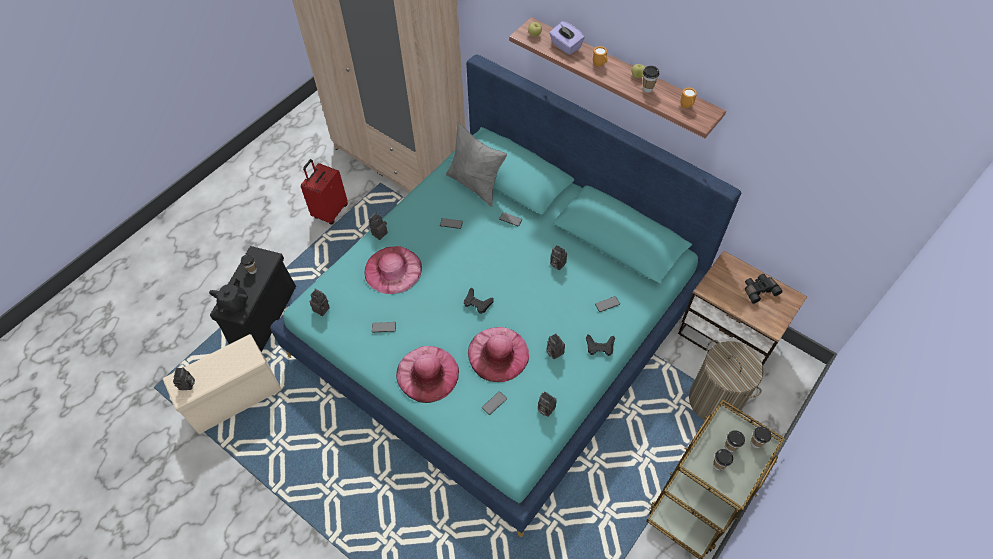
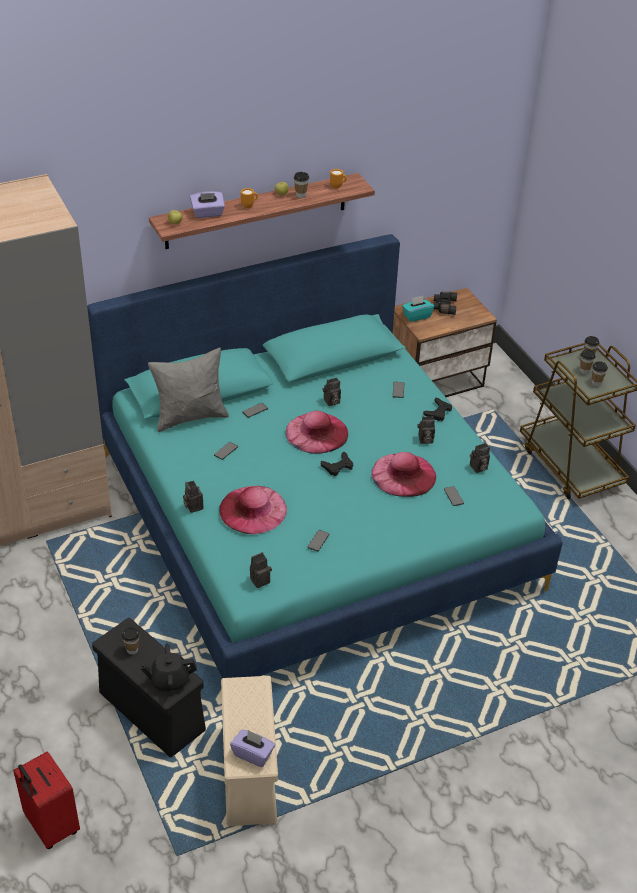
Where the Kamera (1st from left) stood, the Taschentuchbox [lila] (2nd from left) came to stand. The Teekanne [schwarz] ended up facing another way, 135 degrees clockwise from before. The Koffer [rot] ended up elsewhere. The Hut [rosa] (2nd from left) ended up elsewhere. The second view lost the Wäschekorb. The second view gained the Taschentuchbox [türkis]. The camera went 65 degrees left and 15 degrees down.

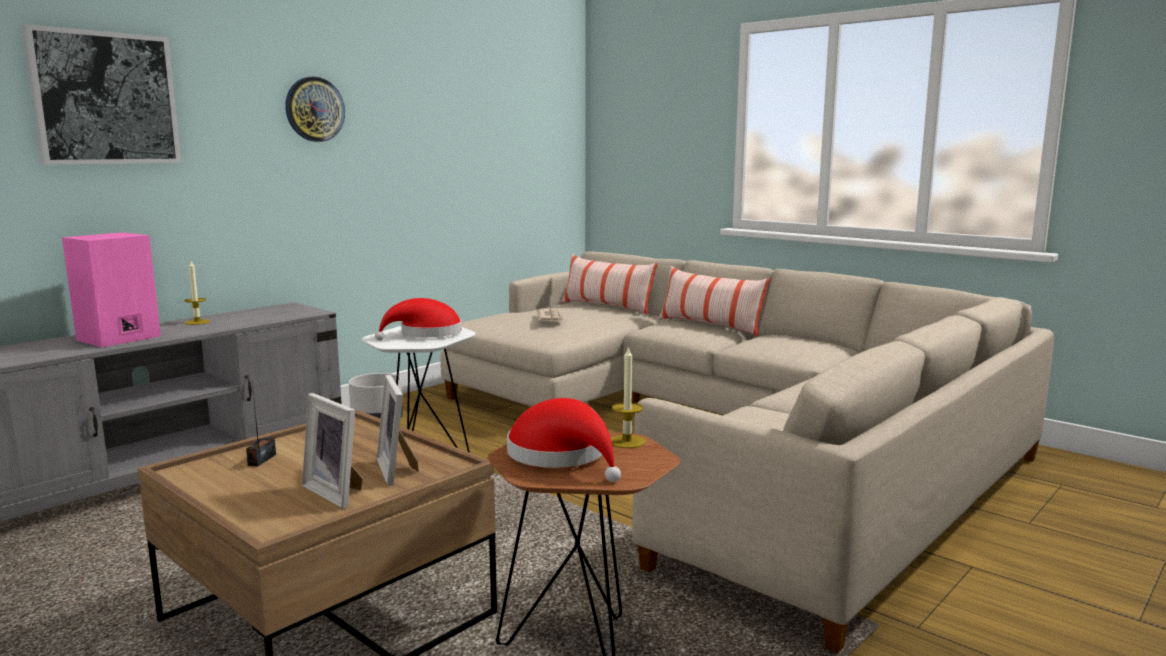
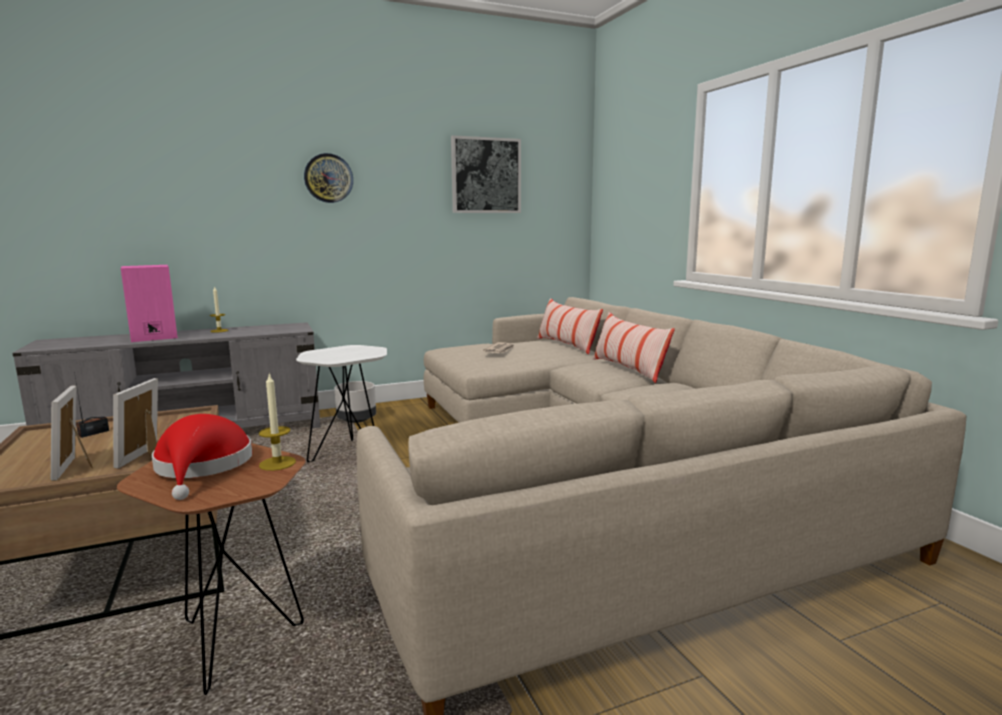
The Bild ended up elsewhere. The second view lost the Hut [rot] (1st from left). The camera went 25 degrees right and 0 degrees up.

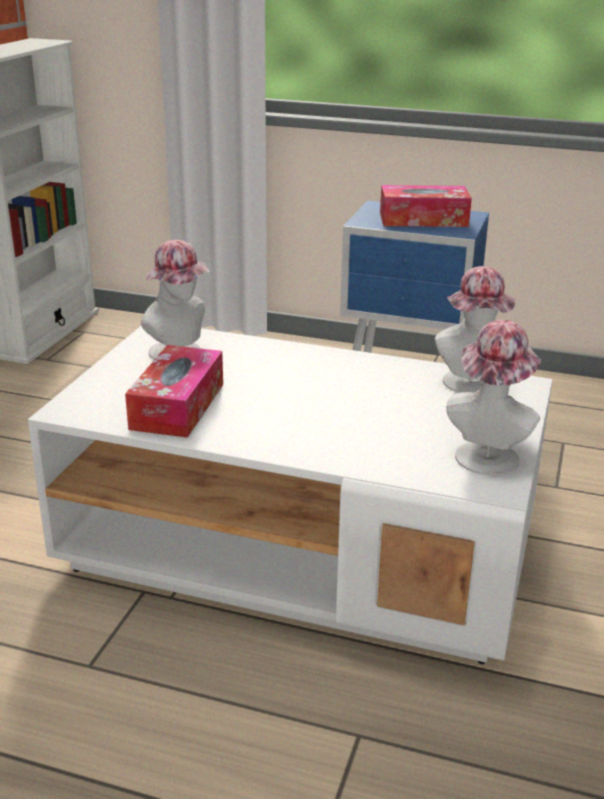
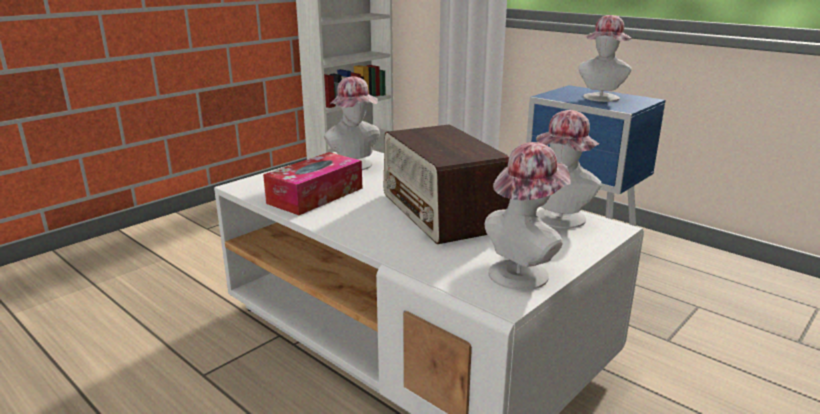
Where the Taschentuchbox (2nd from left) stood, the Hut (4th from left) came to stand. The second view gained the Radio. The camera went 25 degrees right and 5 degrees down.

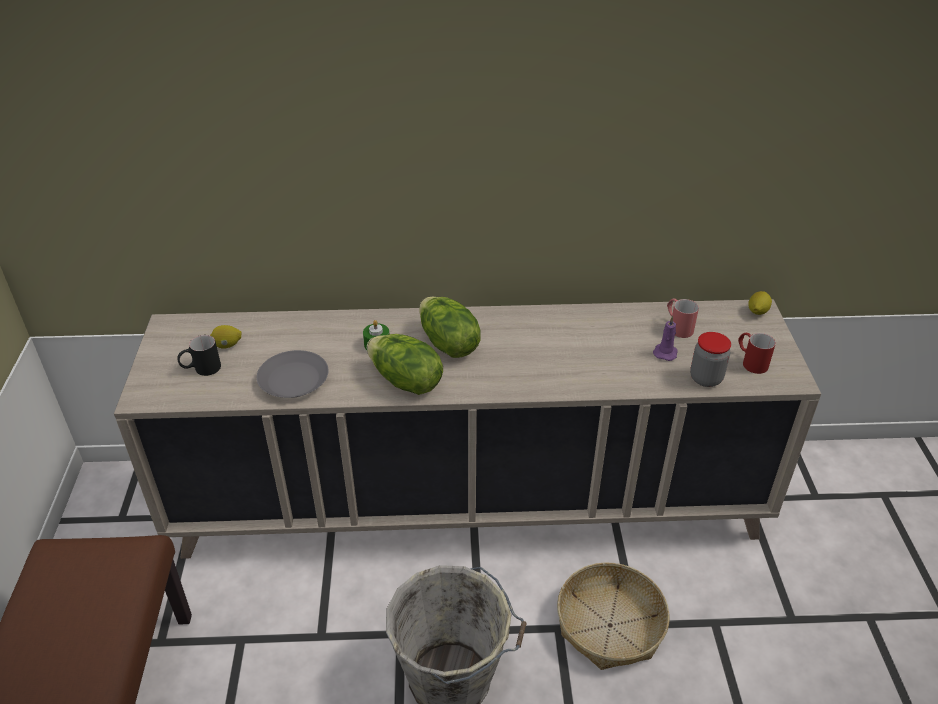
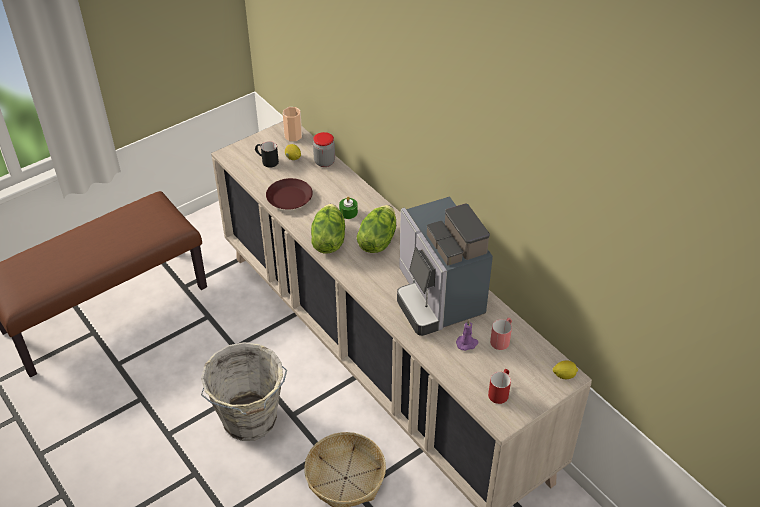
What was the Teller [grau] turned into the Teller [braun]. The Vorratsglas ended up elsewhere. The second view gained the Tasse. The second view gained the Kaffeemaschine. The camera went 55 degrees right and 5 degrees up.

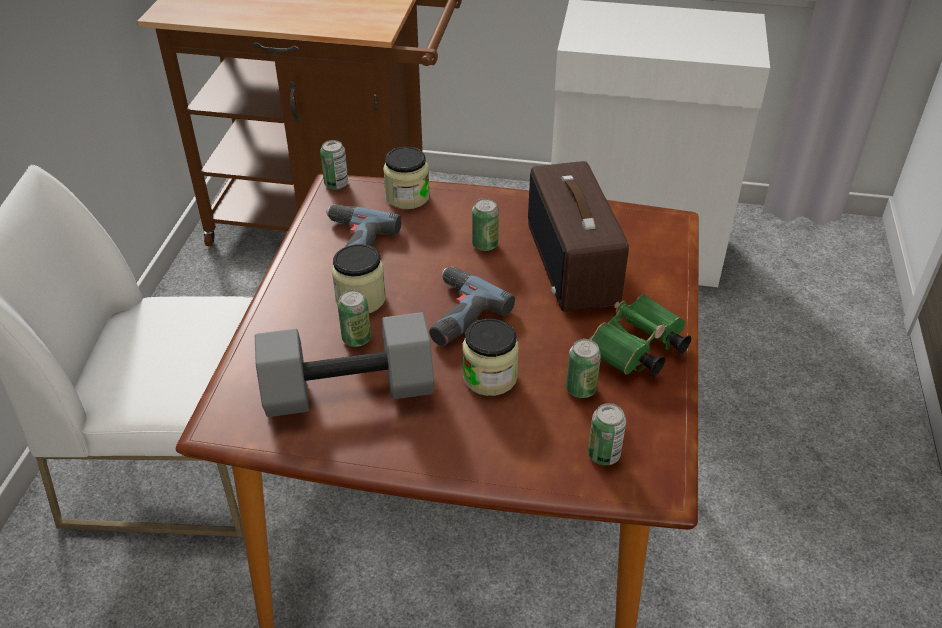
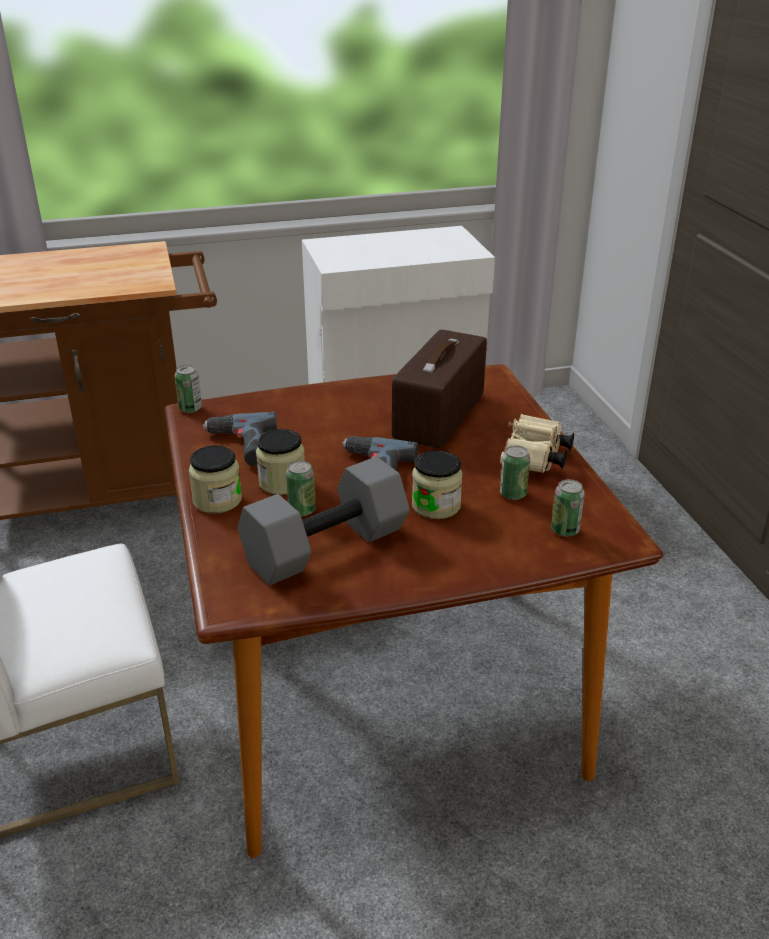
The Vorratsglas (2nd from left in the first image) ended up elsewhere. The second view lost the Dose (3rd from left). The Radio ended up facing another way, 60 degrees clockwise from before. What was the Fernglas [grün] turned into the Fernglas [beige]. The camera went 25 degrees left and 10 degrees down.

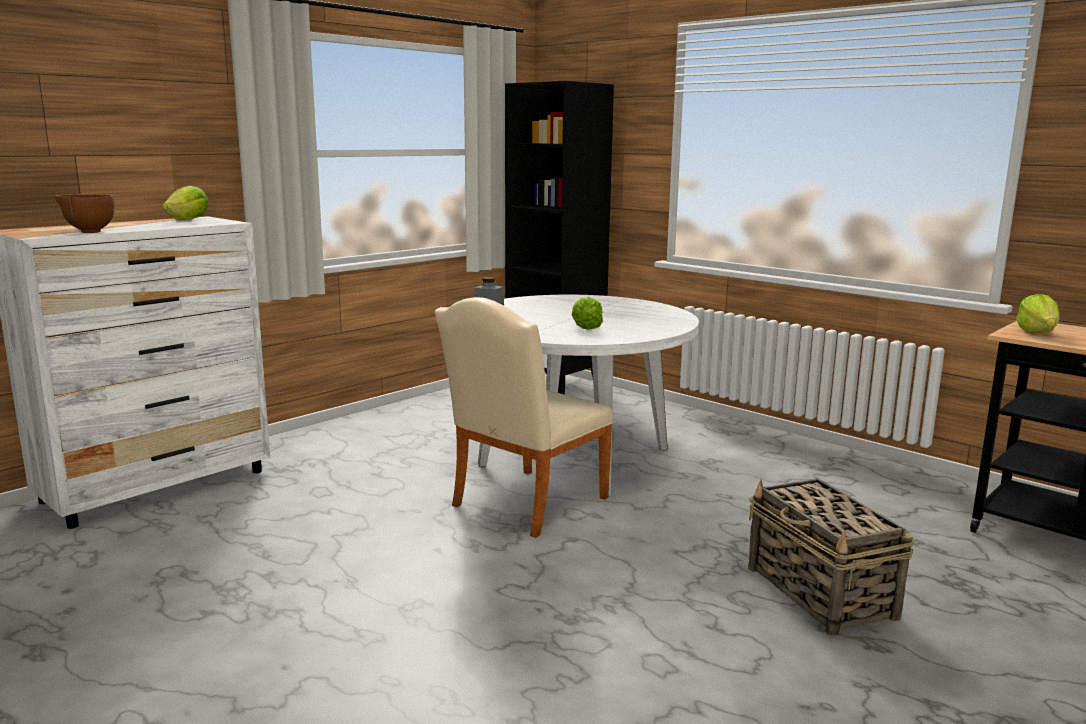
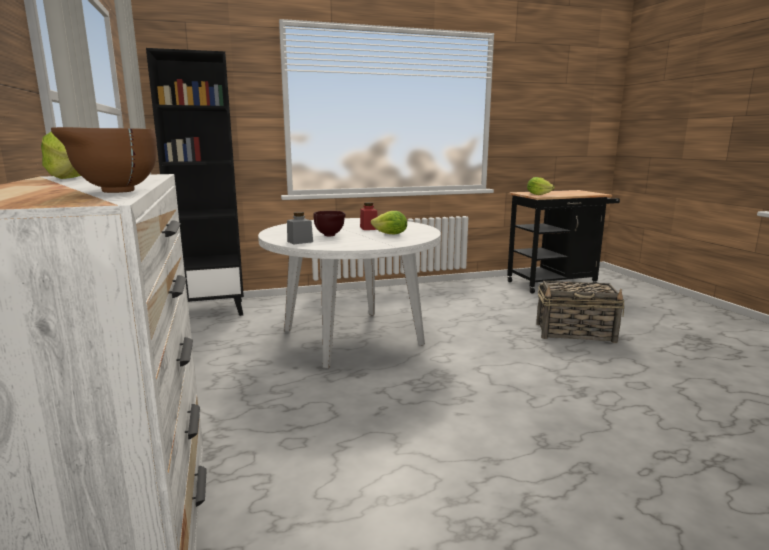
The second view lost the Stuhl [beige]. The second view gained the Schüssel [braun] (2nd from left). The second view gained the Vorratsglas [rot]. The camera went 60 degrees left and 0 degrees up.

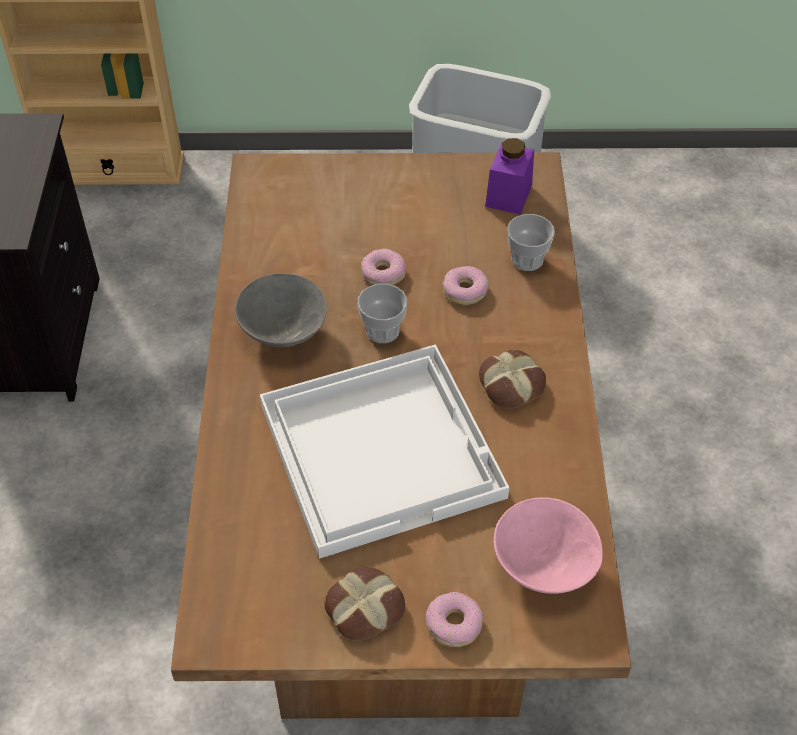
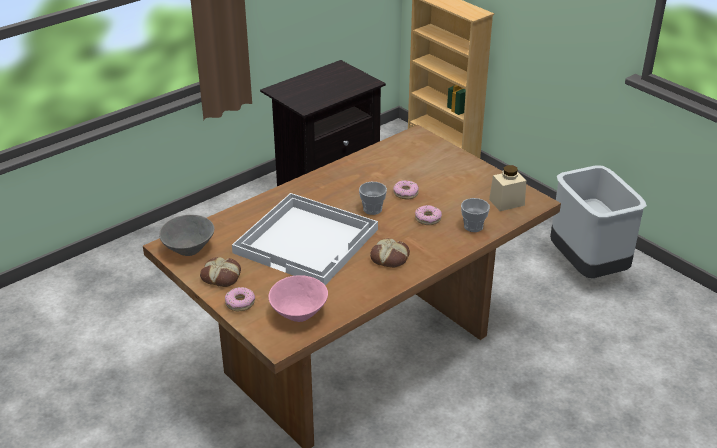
The Schüssel [grau] ended up elsewhere. What was the Vorratsglas [lila] turned into the Vorratsglas [beige]. The camera went 50 degrees right and 15 degrees down.

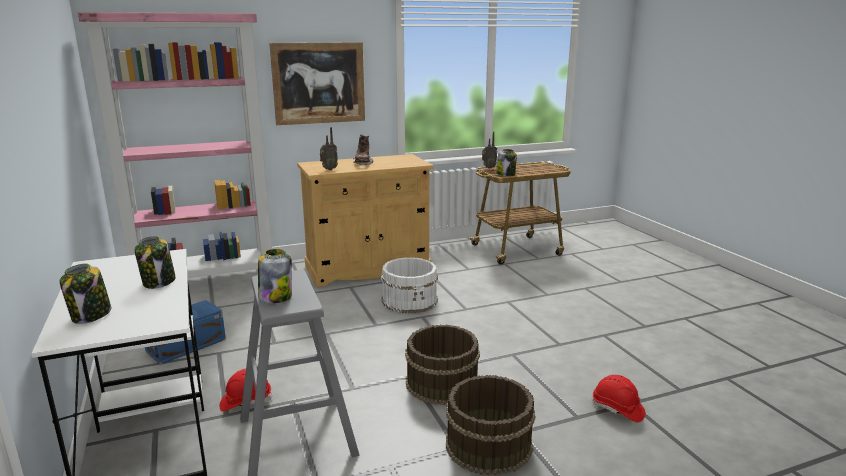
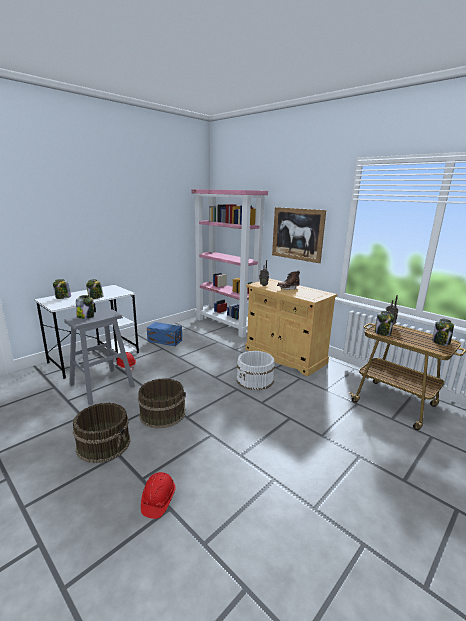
The second view gained the Vorratsglas (5th from left). The camera went 65 degrees right and 0 degrees up.

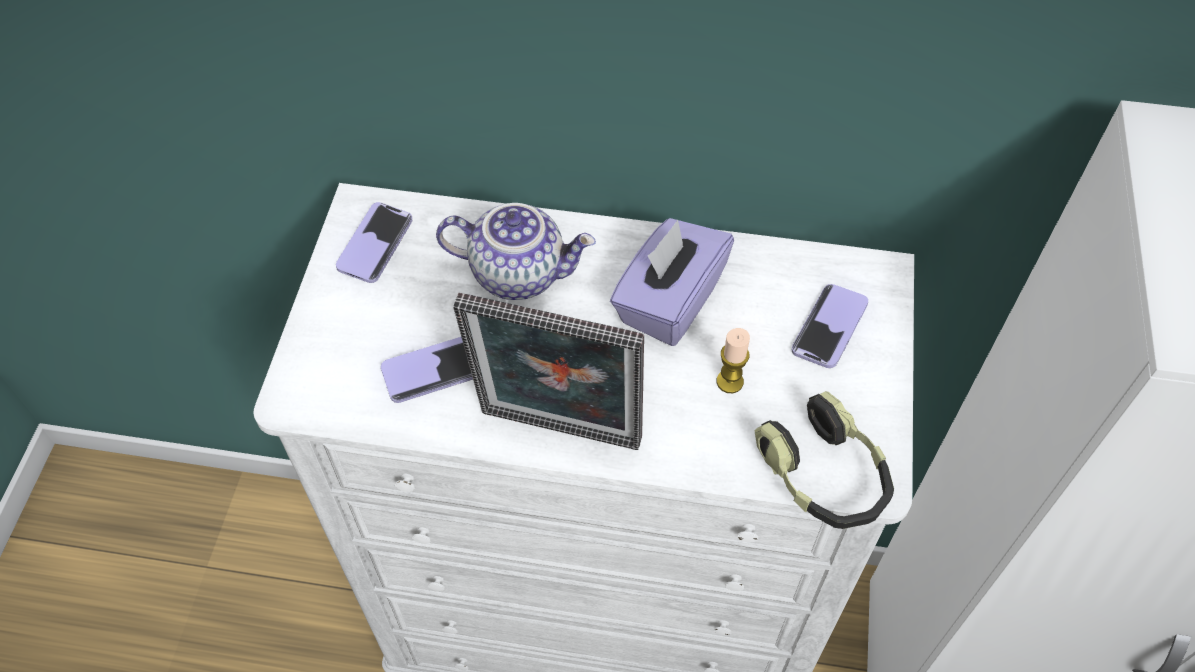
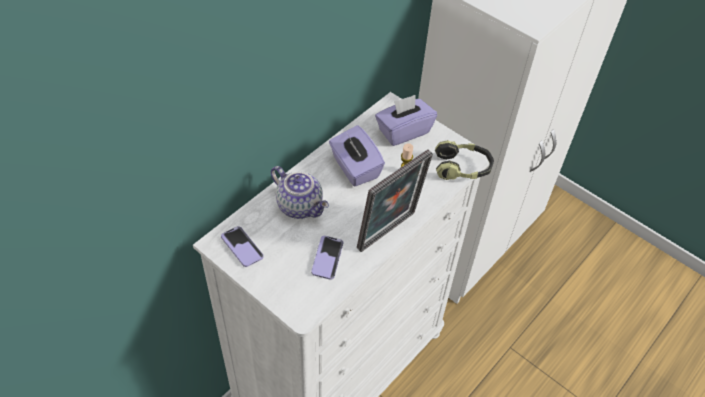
The Teekanne ended up facing another way, 90 degrees clockwise from before. Where the Handy (3rd from left) stood, the Taschentuchbox [lila] (2nd from left) came to stand. The camera went 60 degrees left and 5 degrees down.

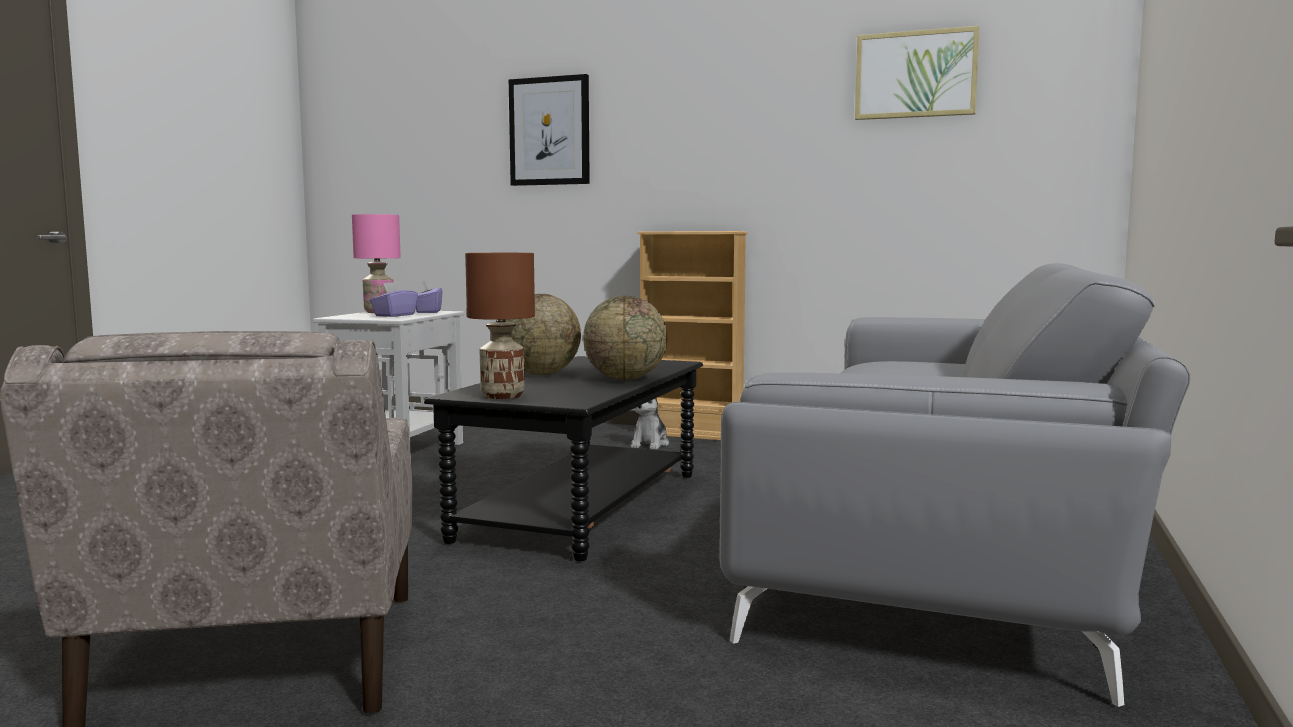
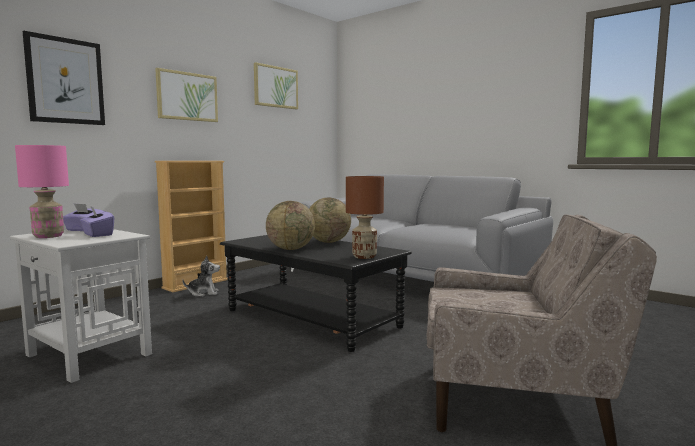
The Plüschtier ended up facing another way, 45 degrees counterclockwise from before. The second view gained the Bild (2nd from left). The camera went 70 degrees left and 0 degrees up.

